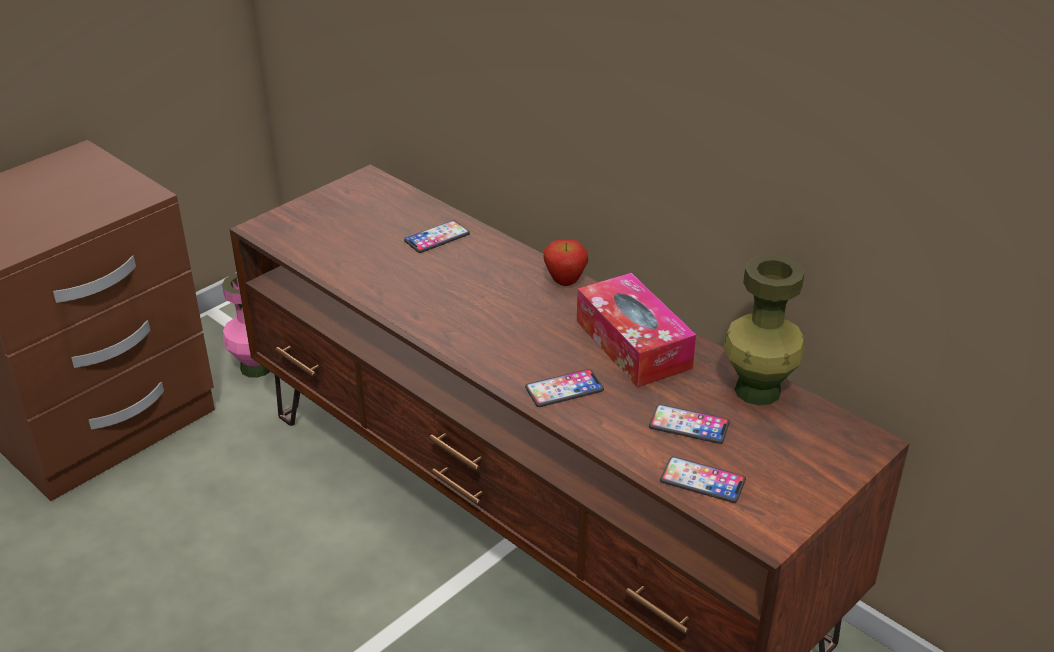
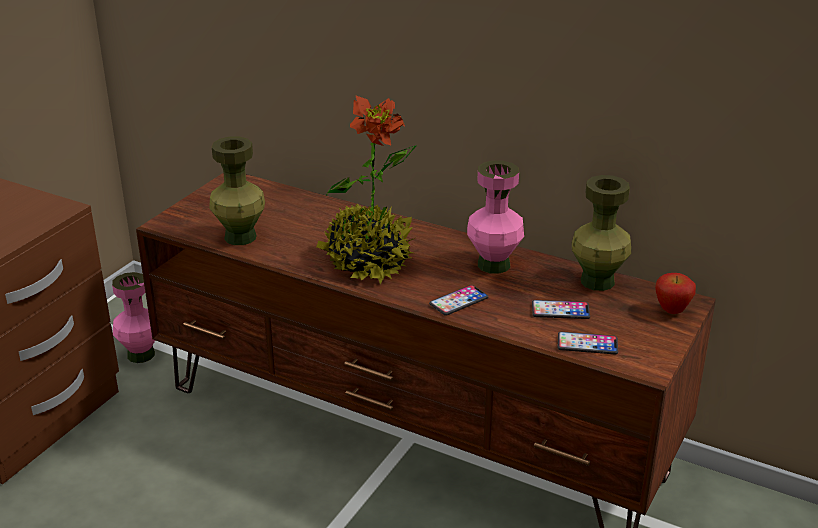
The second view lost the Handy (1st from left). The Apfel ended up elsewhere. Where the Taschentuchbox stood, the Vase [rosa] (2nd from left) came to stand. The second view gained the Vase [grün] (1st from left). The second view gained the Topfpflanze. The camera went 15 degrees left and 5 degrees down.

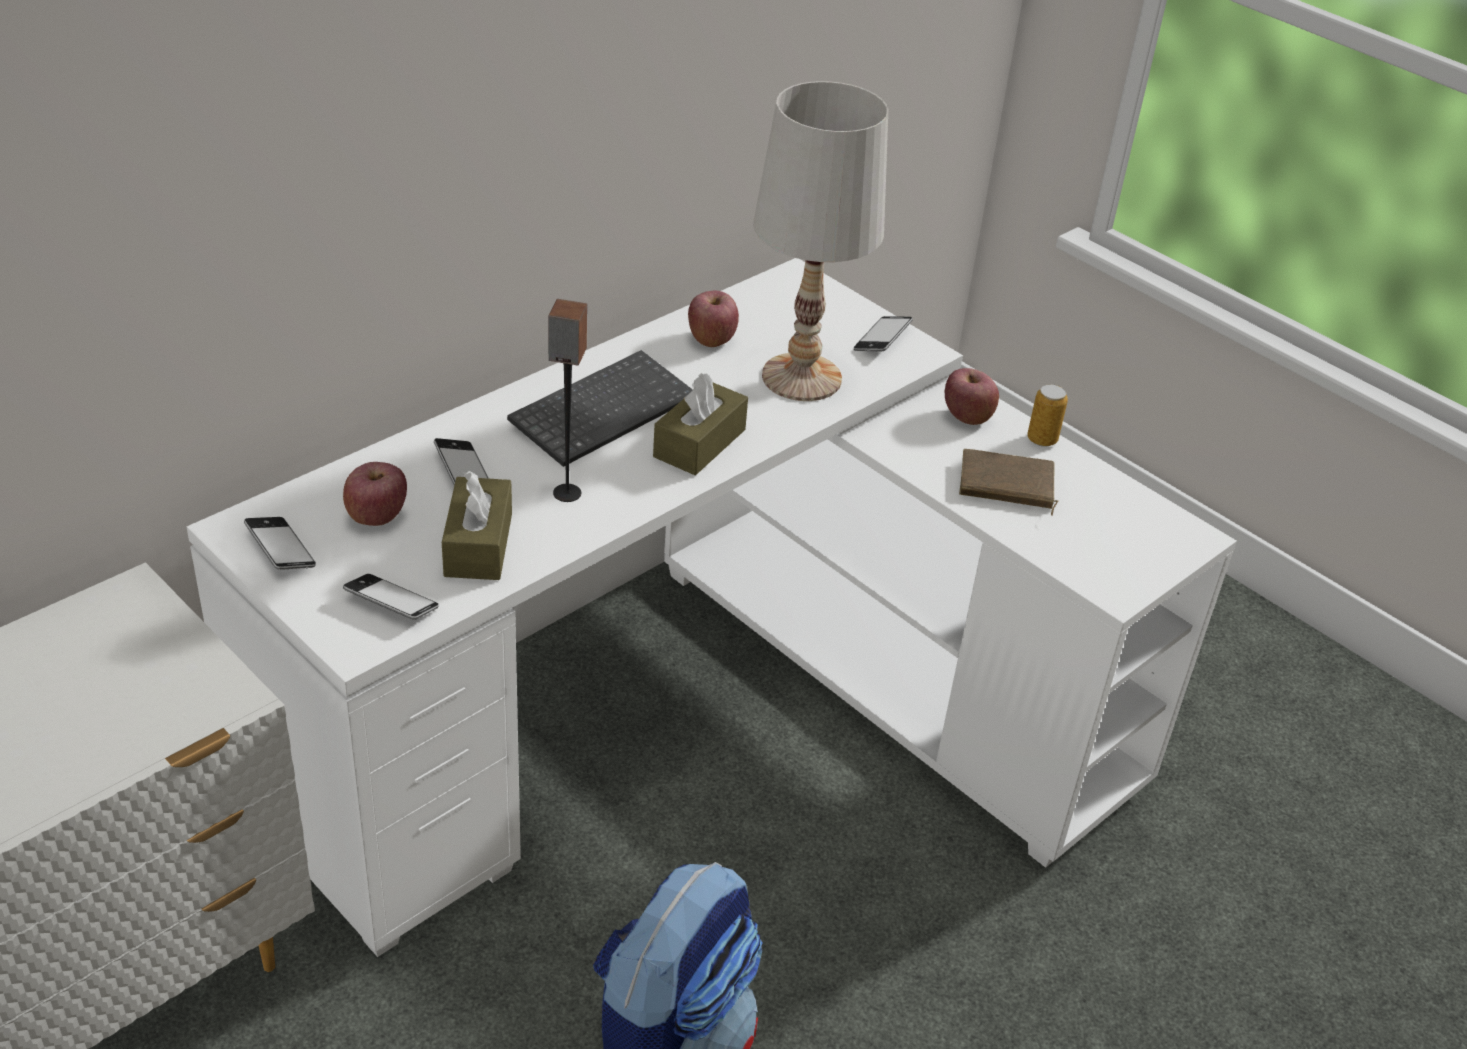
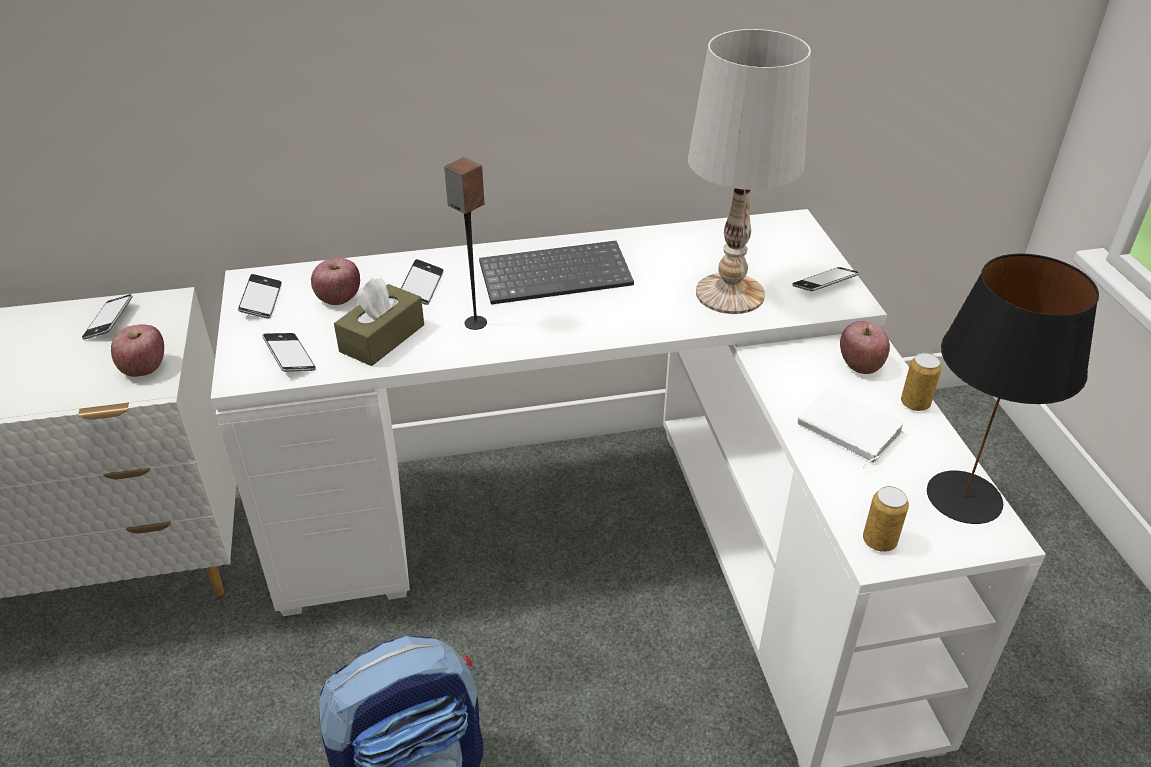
The second view lost the Taschentuchbox [braun] (2nd from left). The Apfel (2nd from left in the first image) ended up elsewhere. What was the Buch [braun] turned into the Buch [weiß]. The second view gained the Handy (1st from left). The second view gained the Dose (1st from left). The second view gained the Tischlampe [schwarz]. The camera went 35 degrees right and 0 degrees up.

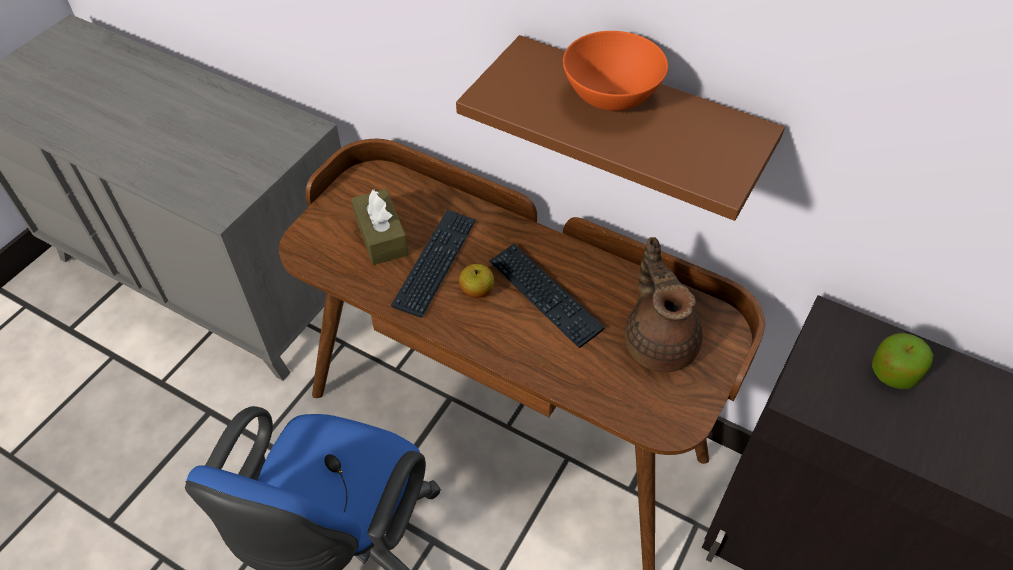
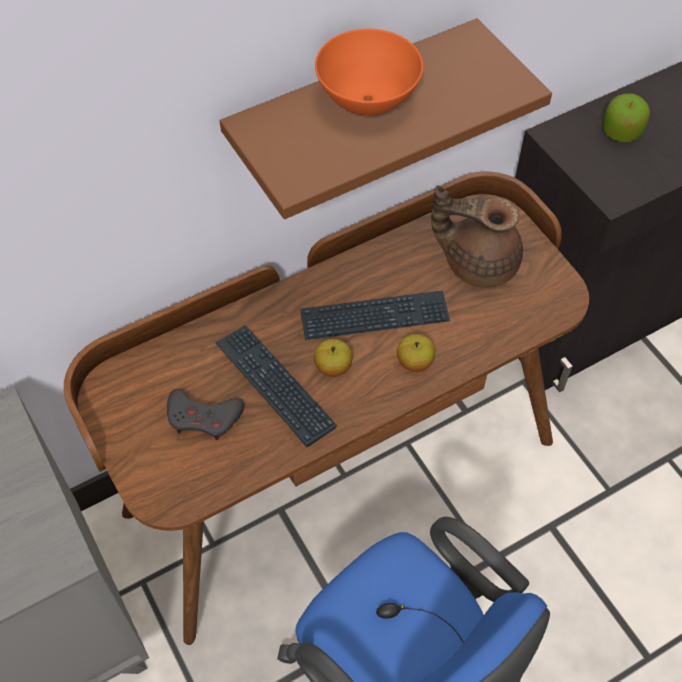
Where the Taschentuchbox [braun] stood, the Gamepad [grau] came to stand. The second view gained the Apfel (2nd from left). The camera went 60 degrees left and 5 degrees up.

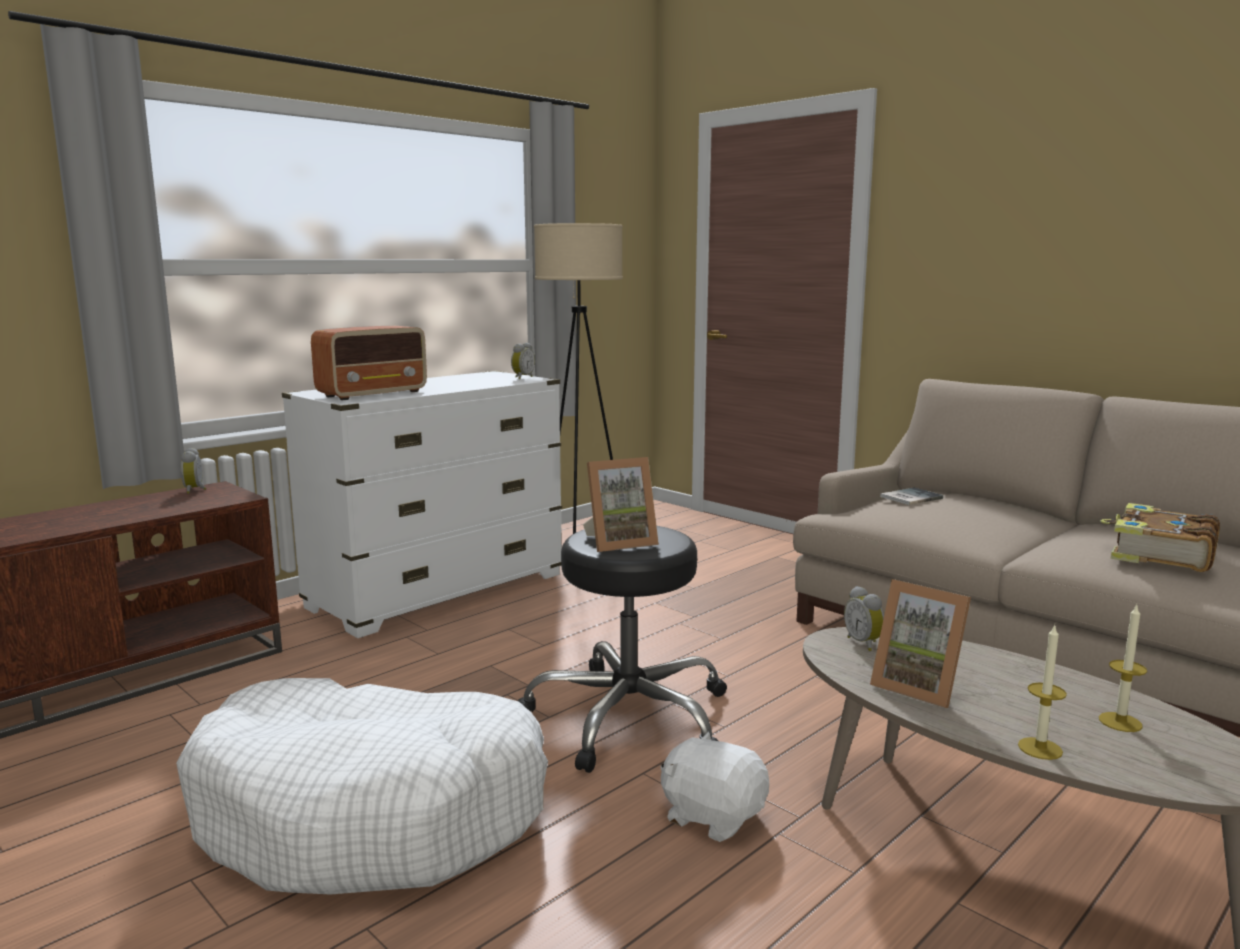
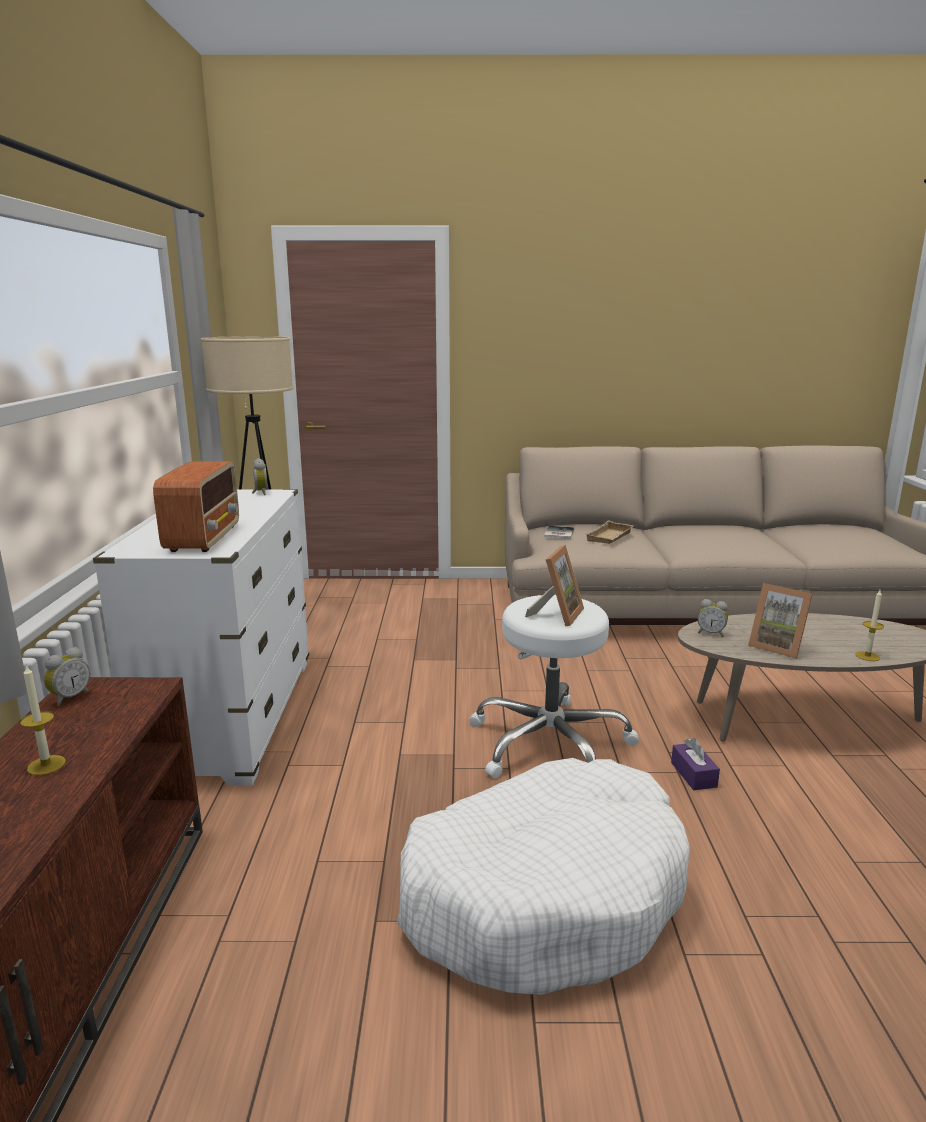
The Wecker (1st from left) ended up facing another way, 90 degrees counterclockwise from before. What was the Hocker [schwarz] turned into the Hocker [weiß]. Where the Plüschtier [weiß] stood, the Taschentuchbox [lila] came to stand. The Bilderrahmen (2nd from left) ended up facing another way, 45 degrees clockwise from before. The Kerze (2nd from left in the first image) ended up elsewhere. The second view lost the Buch (2nd from left). The second view gained the Tablett [beige]. The camera went 45 degrees left and 5 degrees up.

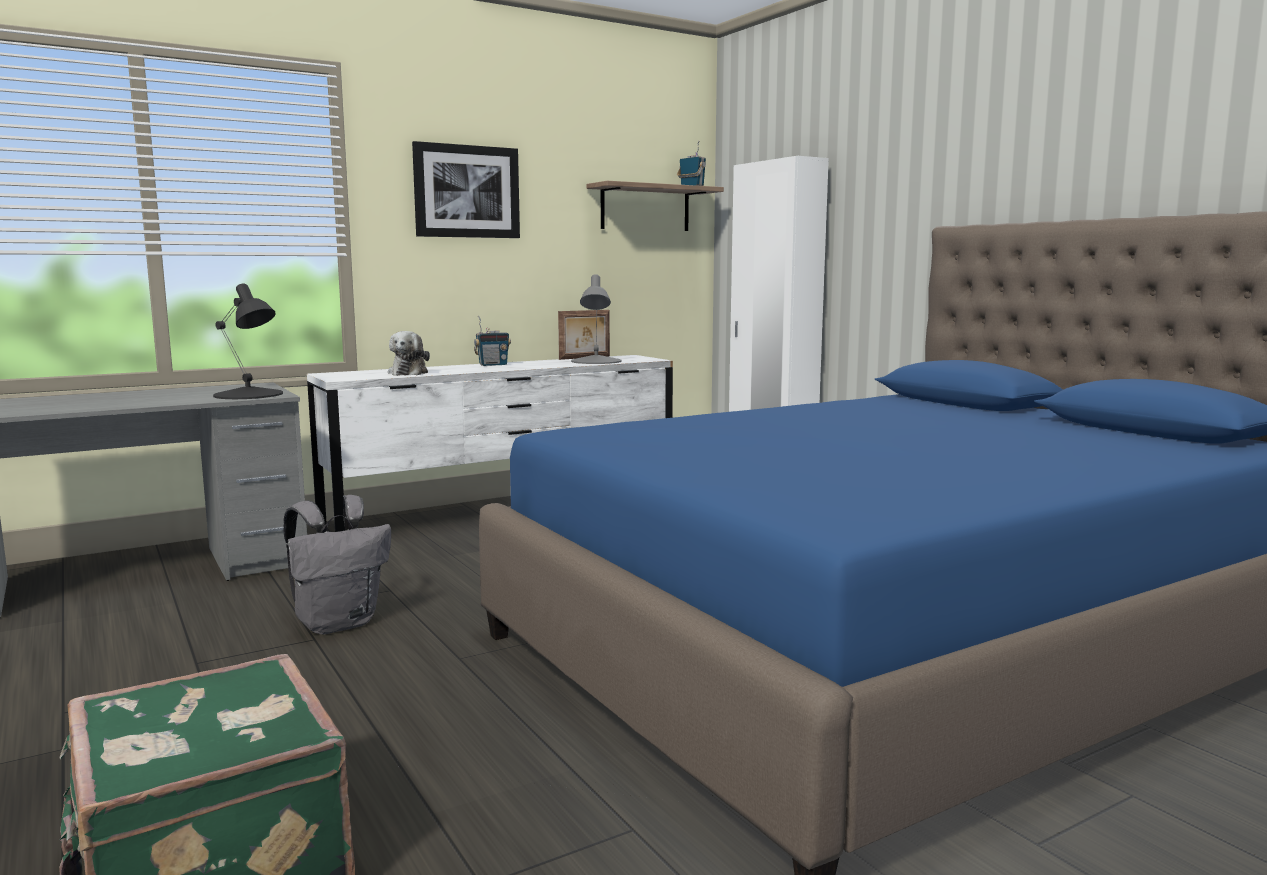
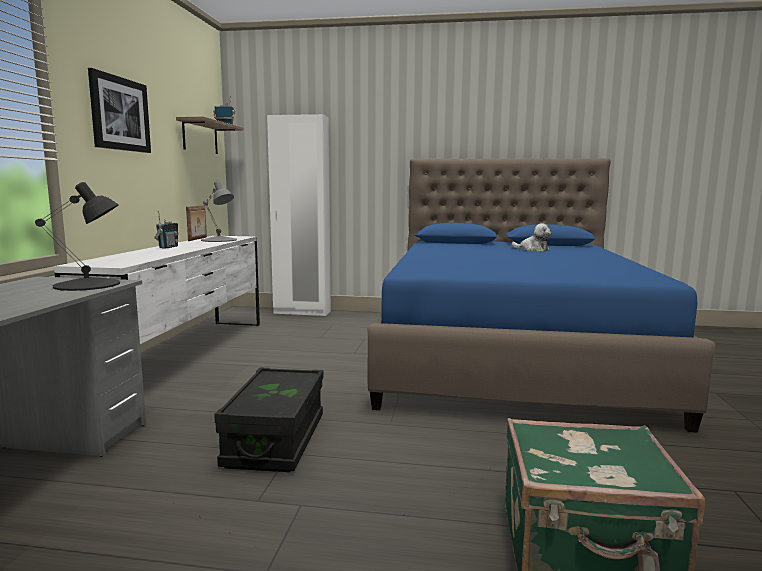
Where the Rucksack [grau] stood, the Aufbewahrungsbox [schwarz] came to stand. The Plüschtier ended up elsewhere. The camera went 50 degrees left and 0 degrees up.

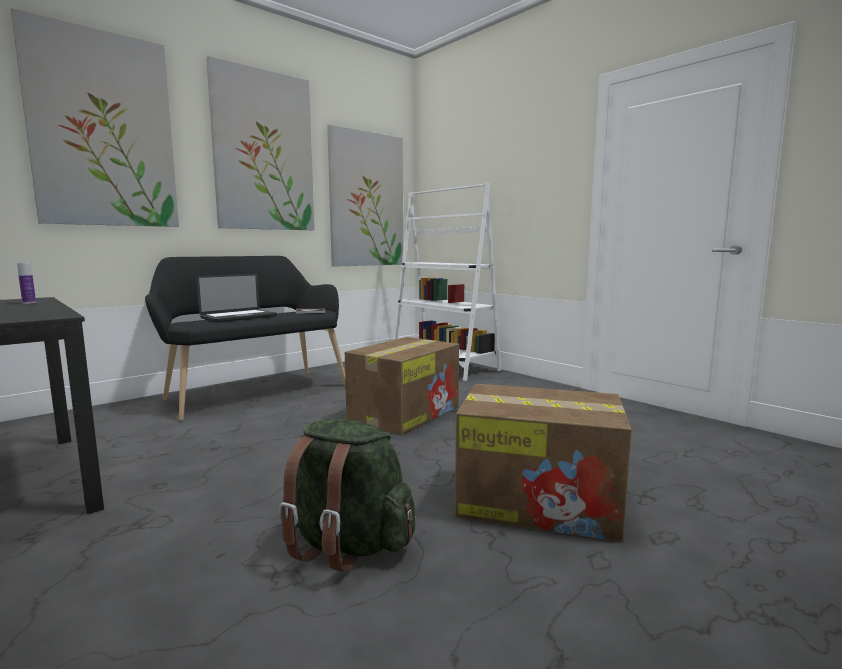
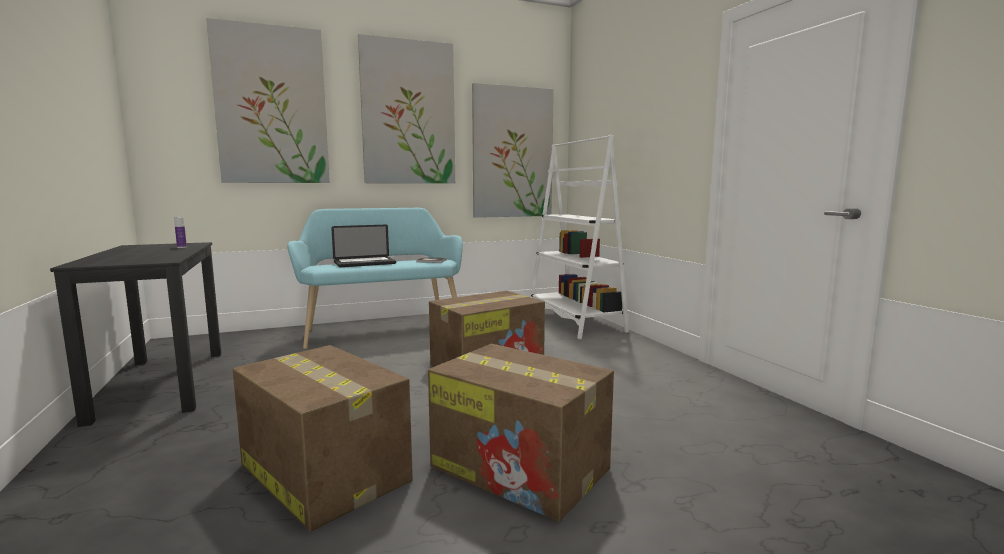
What was the Bank [schwarz] turned into the Bank [türkis]. Where the Rucksack [grün] stood, the Karton (1st from left) came to stand. The camera went 20 degrees right and 0 degrees up.

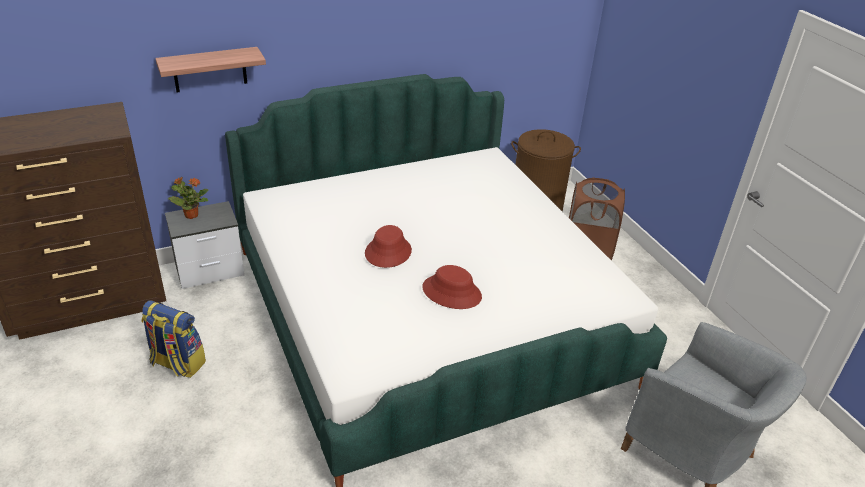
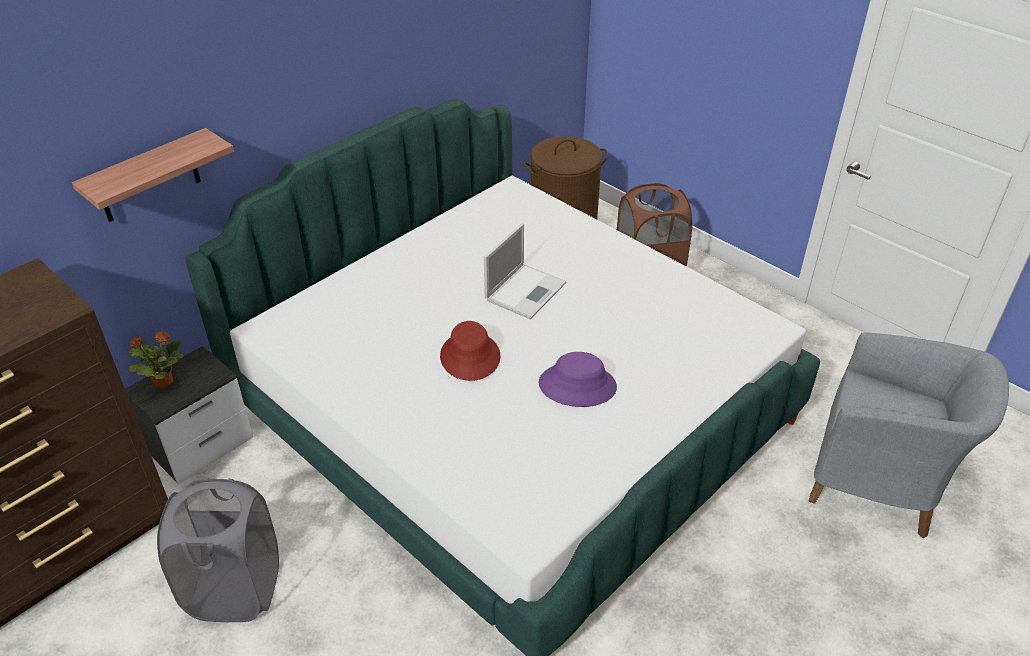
Where the Rucksack stood, the Wäschekorb [grau] came to stand. What was the Hut [rot] (2nd from left) turned into the Hut [lila]. The second view gained the Laptop. The camera went 20 degrees left and 5 degrees up.

